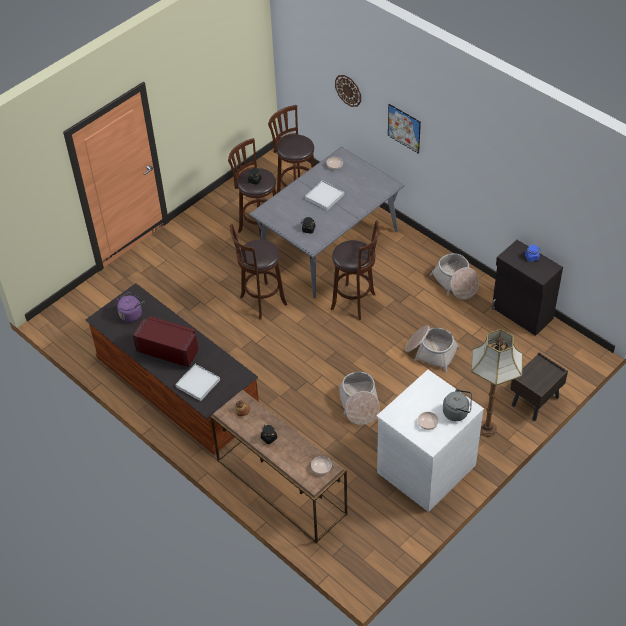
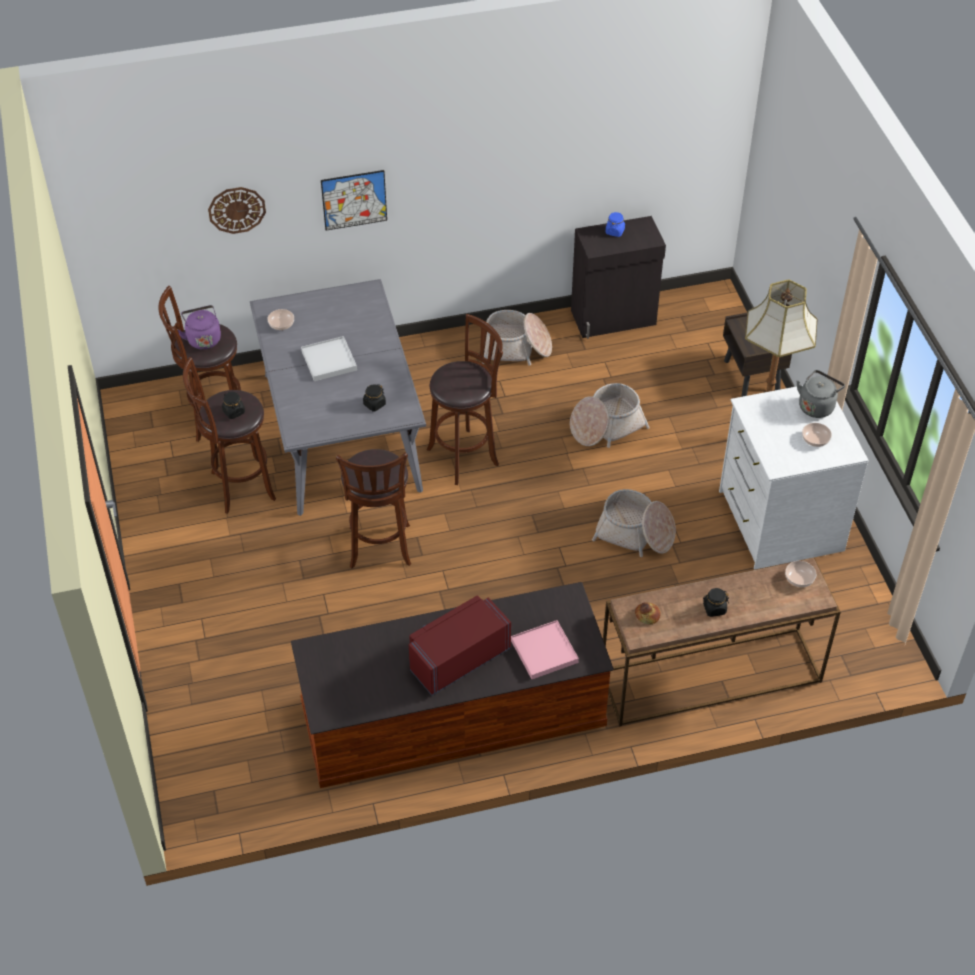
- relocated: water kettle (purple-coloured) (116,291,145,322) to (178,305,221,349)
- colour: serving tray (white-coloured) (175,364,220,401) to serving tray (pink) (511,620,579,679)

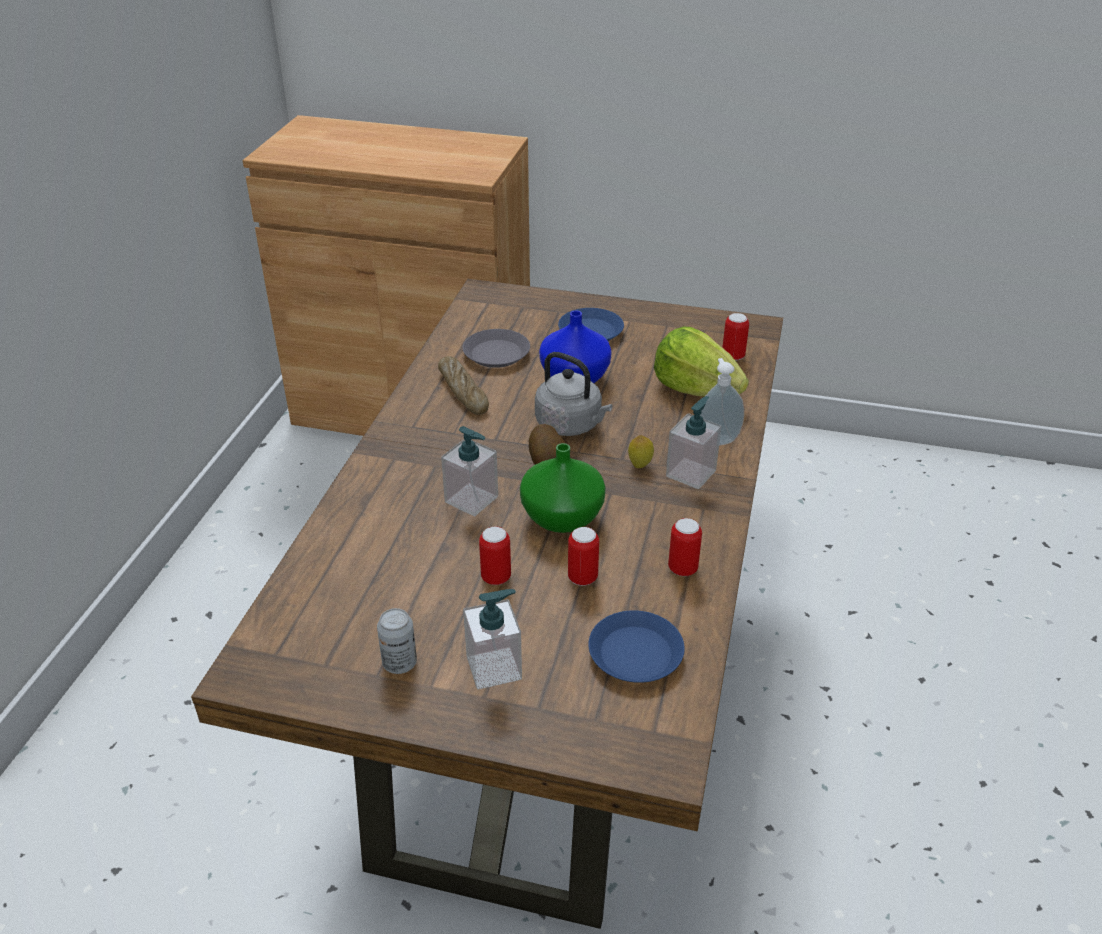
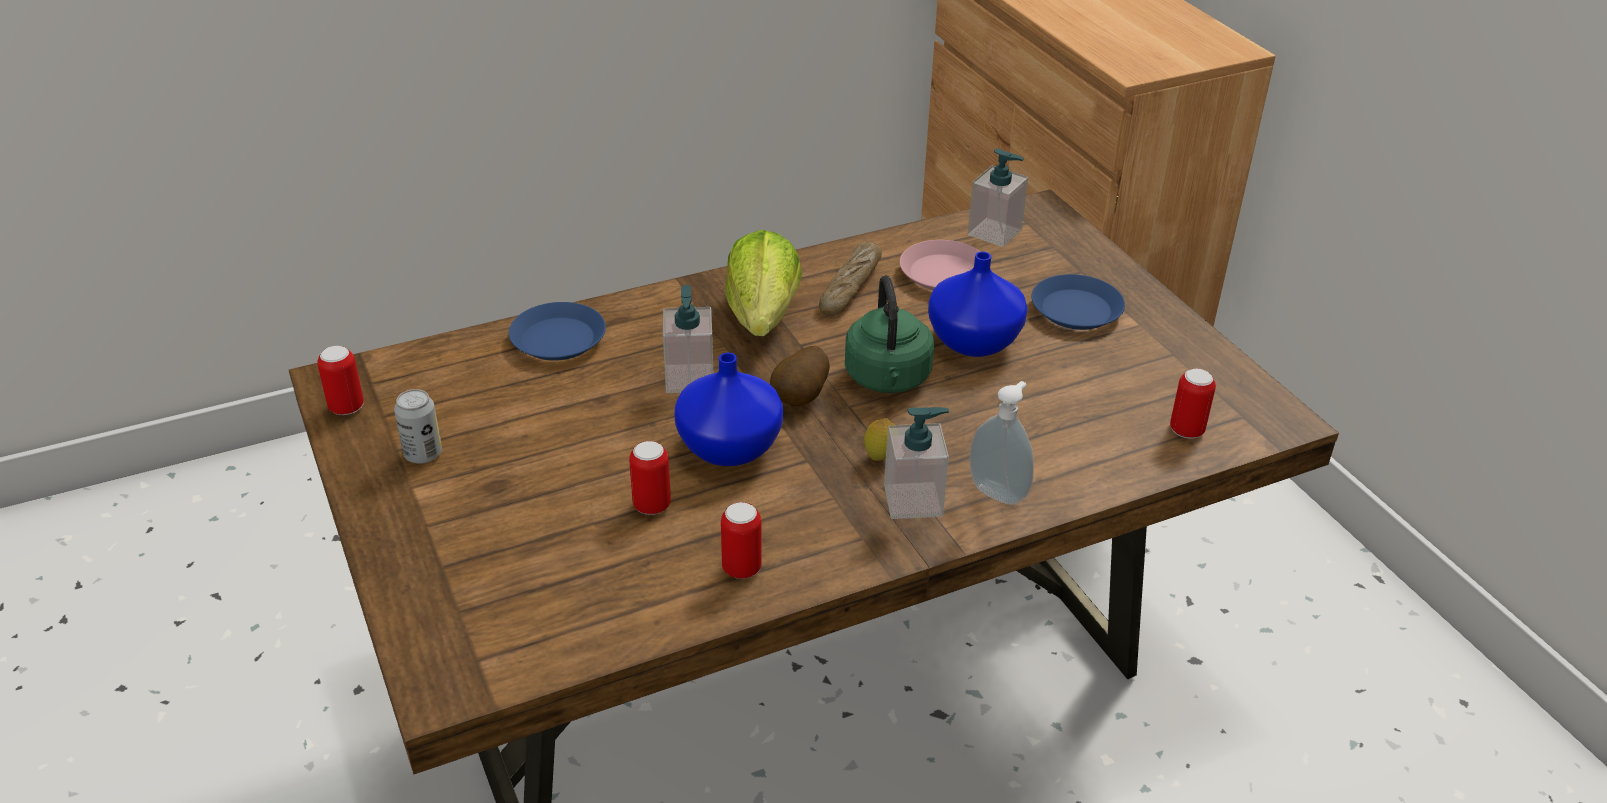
- relocated: metal can (479,526,511,585) to (317,346,364,415)
- relocated: plate (bluish) (588,610,685,683) to (509,302,606,361)
- colour: vase (greenish) (520,443,606,533) to vase (bluish) (674,353,783,466)
- relocated: head of lettuce (654,327,749,396) to (725,230,802,336)
- colour: water kettle (greyish) (535,352,612,436) to water kettle (greenish) (845,275,934,393)
- colour: plate (greyish) (462,329,530,368) to plate (pink) (900,240,980,290)
- relocated: liquid soap bottle (463,589,522,690) to (967,148,1028,247)

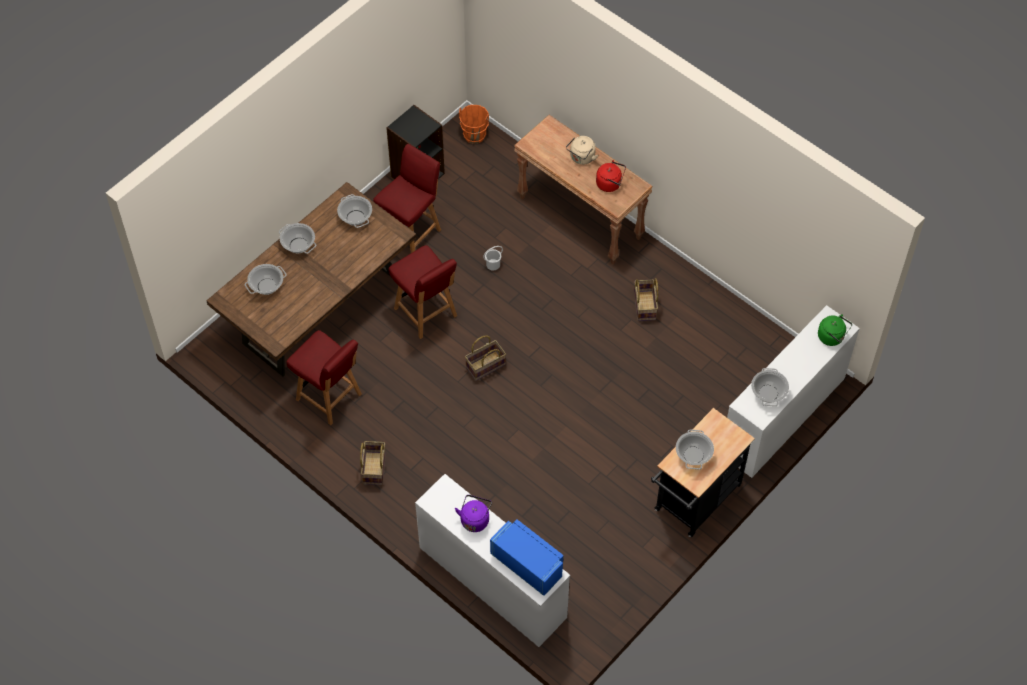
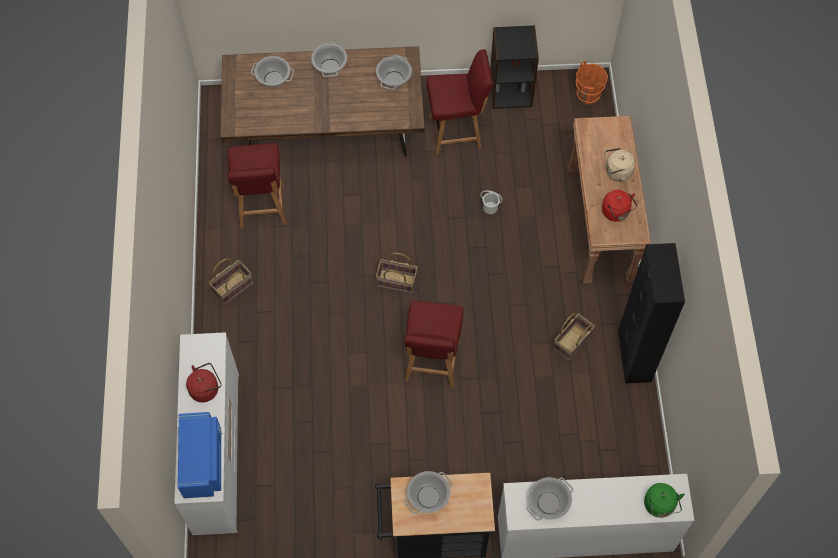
- colour: water kettle (purple-coloured) (455,495,492,532) to water kettle (red-coloured) (186,363,221,402)
- relocated: upright chair (red-coloured) (388,245,457,339) to (404,300,463,388)
- appeared: storage cabinet (black-coloured) (618,243,685,384)

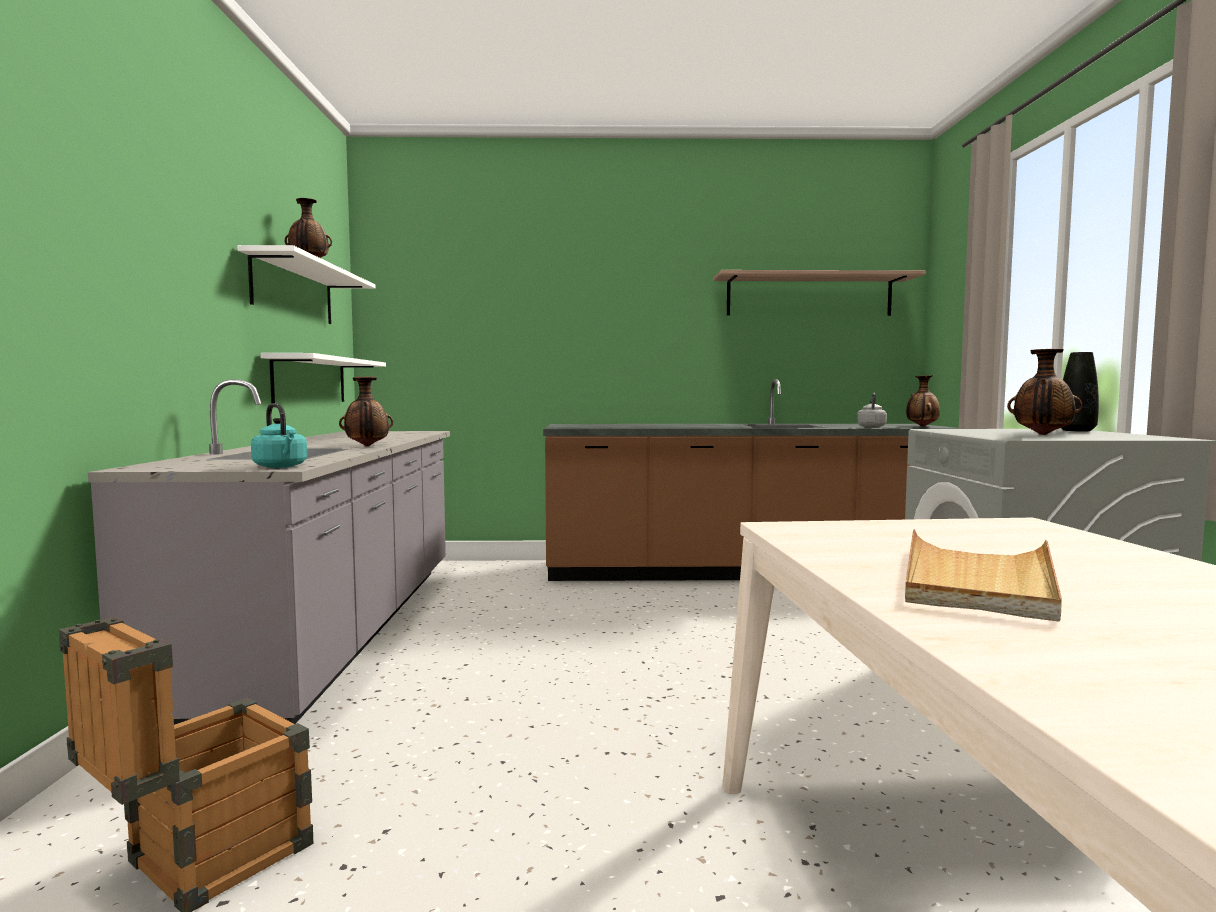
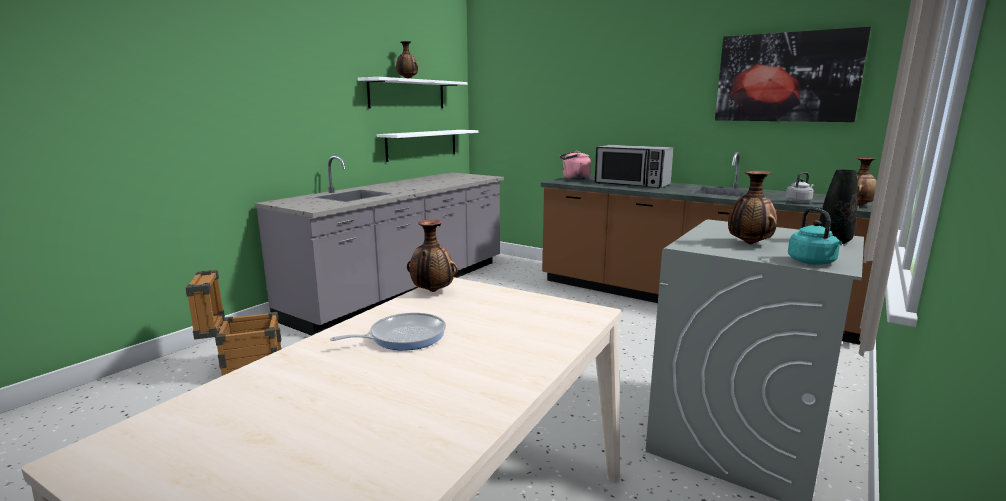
- exchanged: serving tray (beige) (905,529,1062,622) to skillet (330,313,446,350)
- relocated: vase (339,377,393,446) to (407,219,458,292)
- appeared: water kettle (pink) (560,151,591,180)
- appeared: microwave (595,145,674,188)
- exchanged: bracket shelf (713,270,926,316) to picture (715,26,871,122)
- relocated: water kettle (blue-green) (251,403,307,468) to (788,207,842,265)

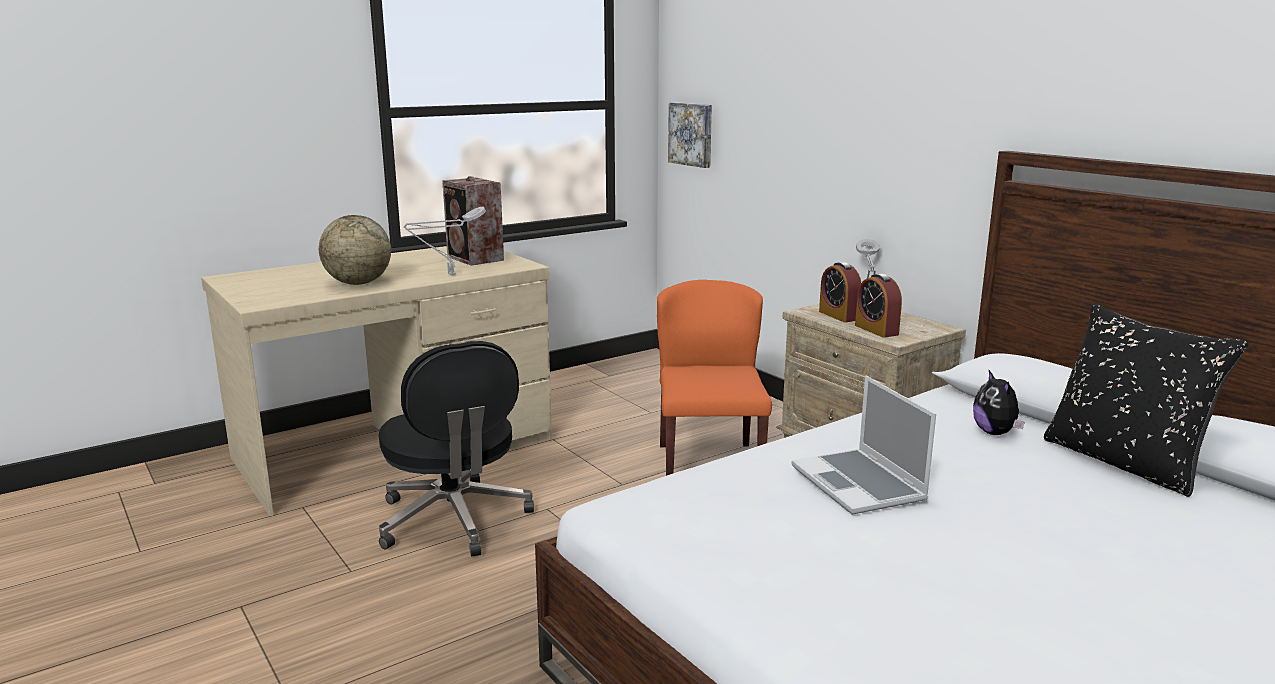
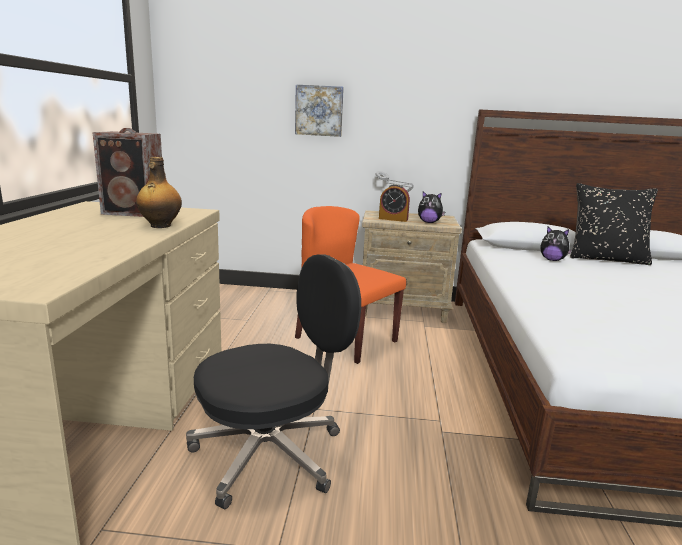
- exchanged: tabletop lamp (greyish) (404,207,486,276) to beverage bottle (136,157,182,228)
- spun: desk chair (black-coloured) (379,341,534,557) = (186,254,361,509) 45 degrees counterclockwise
- relocated: picture (668,102,712,168) to (295,85,344,137)
- exchanged: bedside clock (855,274,902,338) to plush toy (418,191,445,223)
- missing: globe (319,215,391,285)
- missing: laptop (792,376,936,515)

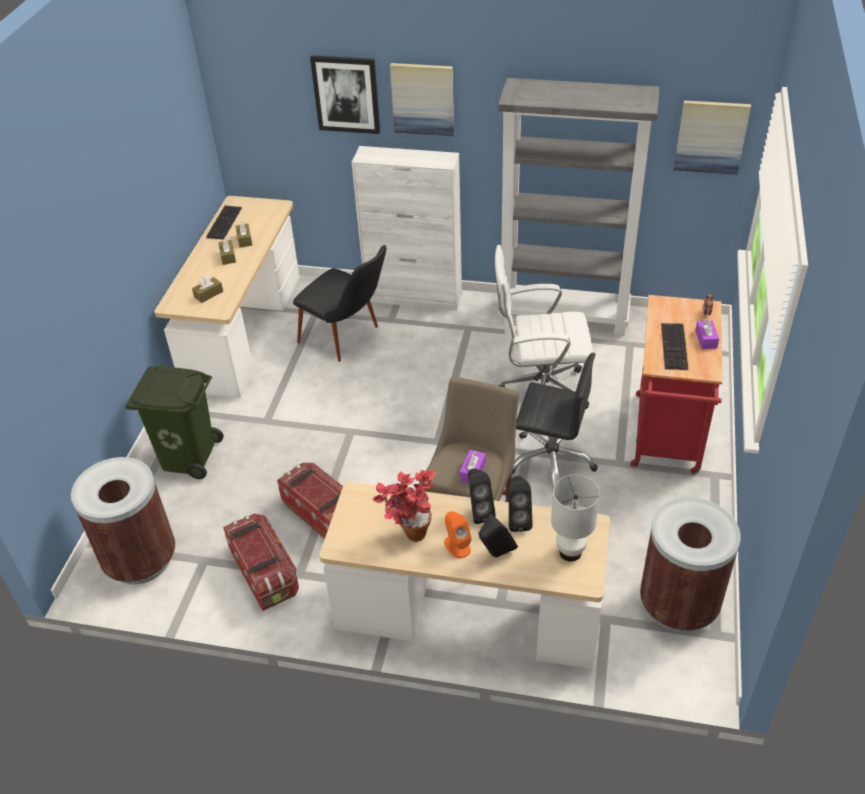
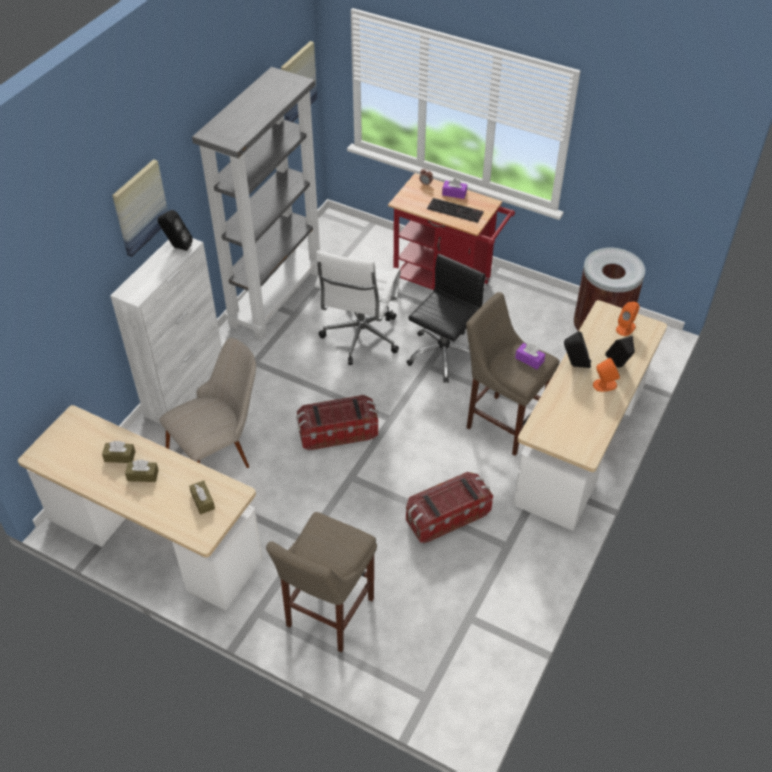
- relocated: loudspeaker (black-coloured) (509,476,533,532) to (158,210,193,251)
- colour: upright chair (black-coloured) (293,245,386,362) to upright chair (beige) (160,338,256,468)
- exchanged: rubbish bin (greenish) (125,366,224,479) to stool (beige) (266,512,377,652)
- relocated: storage bin (223,513,299,611) to (296,395,378,451)
- exchanged: tabletop lamp (white-coloured) (551,475,600,561) to loudspeaker (orangey) (616,302,639,336)
- missing: rubbish bin (brown) (71,457,176,585)
- missing: keyboard (206,205,242,240)
- missing: picture (310,55,380,134)
- missing: houseplant (373,470,436,542)

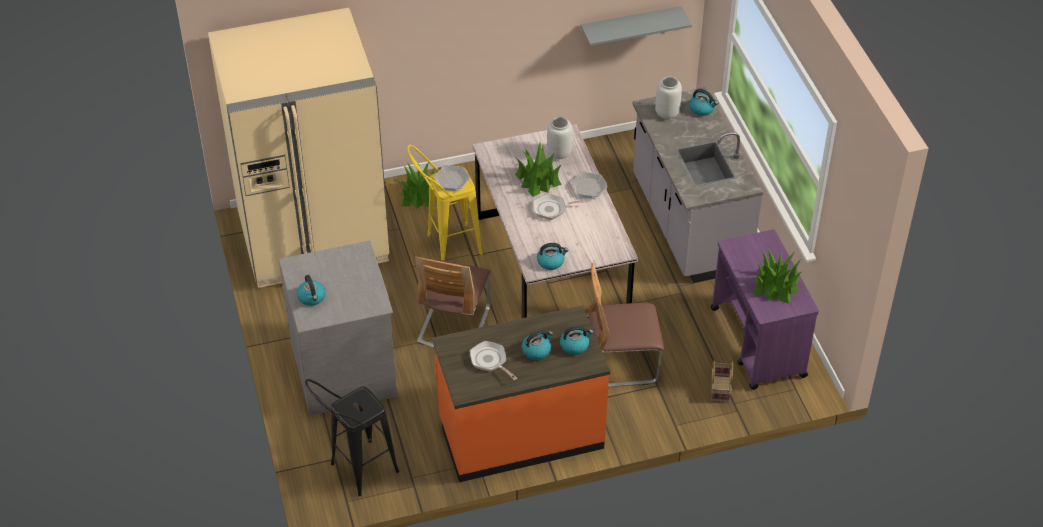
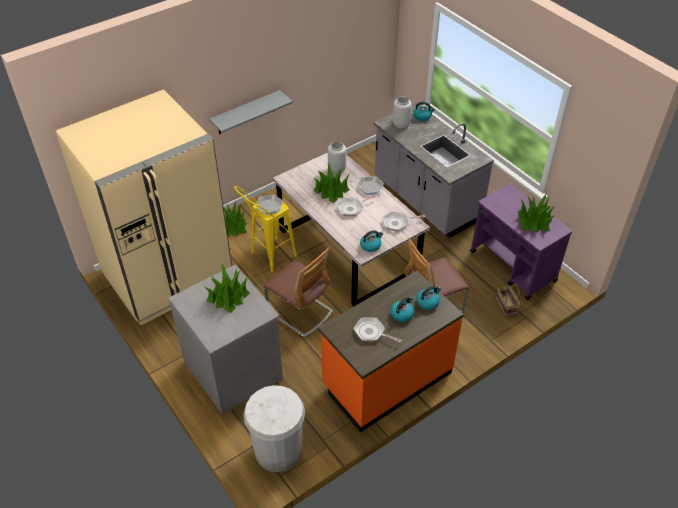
- appeared: houseplant (205,264,250,313)
- relocated: bracket shelf (greyish) (580,6,692,46) to (209,90,293,134)
- exchanged: stool (black-coloured) (305,379,399,496) to rubbish bin (white-coloured) (243,385,305,472)
- spun: upright chair (415,256,491,348) = (263,248,333,338) 45 degrees counterclockwise
- appeared: skillet (382,212,425,232)
- missing: water kettle (297,275,326,306)

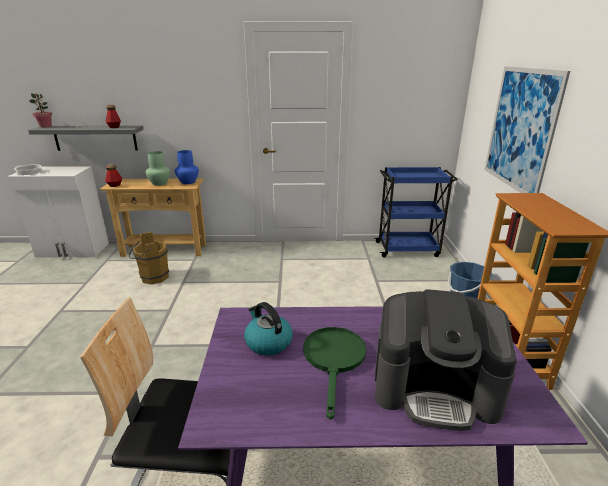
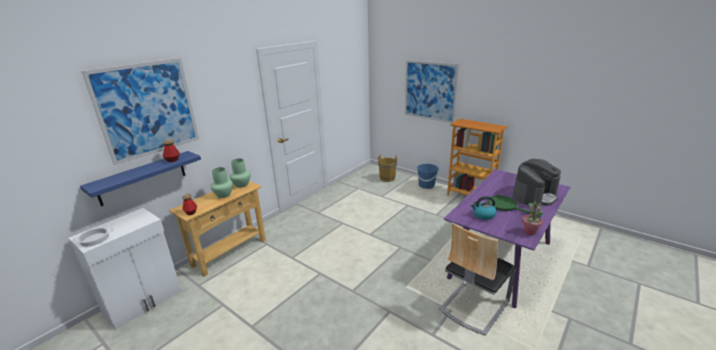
- colour: bracket shelf (greyish) (28,125,143,151) to bracket shelf (bluish) (80,151,201,206)
- appeared: picture (82,58,199,165)
- colour: vase (bluish) (175,150,199,184) to vase (greenish) (230,158,251,188)
- relocated: bucket (brown) (129,232,169,284) to (378,154,398,182)
- relocated: houseplant (29,93,52,128) to (522,201,544,235)
- missing: wheeled cart (bluish) (374,167,458,258)

